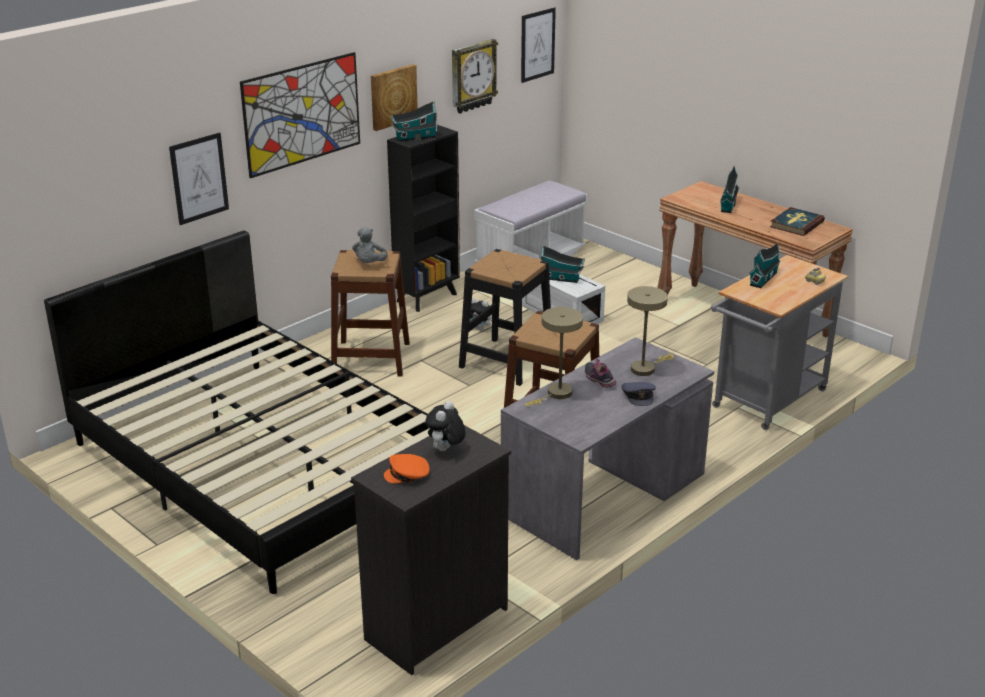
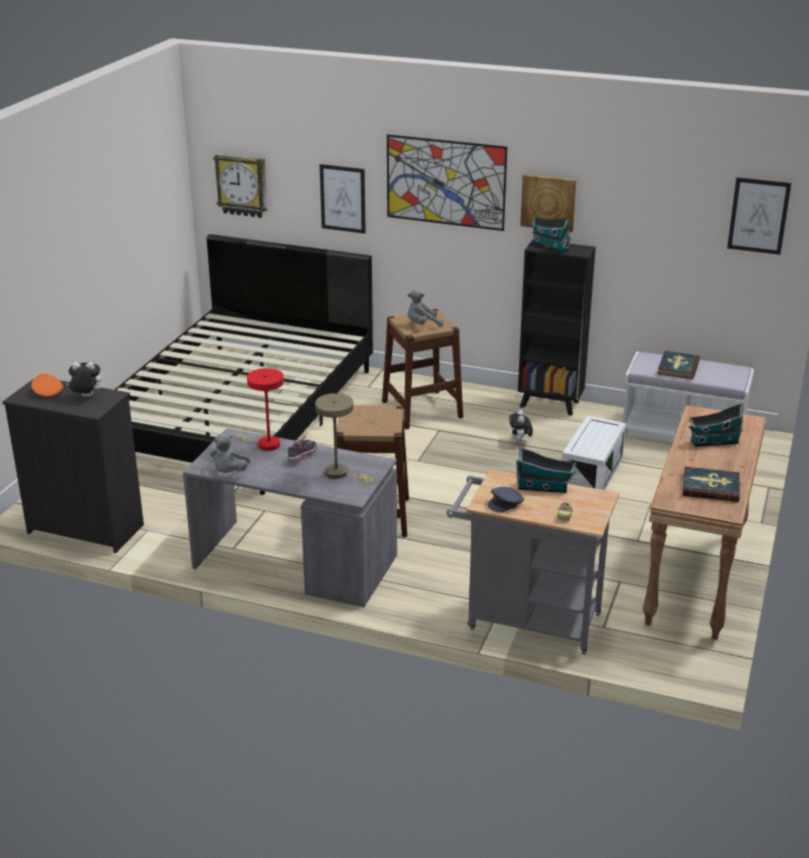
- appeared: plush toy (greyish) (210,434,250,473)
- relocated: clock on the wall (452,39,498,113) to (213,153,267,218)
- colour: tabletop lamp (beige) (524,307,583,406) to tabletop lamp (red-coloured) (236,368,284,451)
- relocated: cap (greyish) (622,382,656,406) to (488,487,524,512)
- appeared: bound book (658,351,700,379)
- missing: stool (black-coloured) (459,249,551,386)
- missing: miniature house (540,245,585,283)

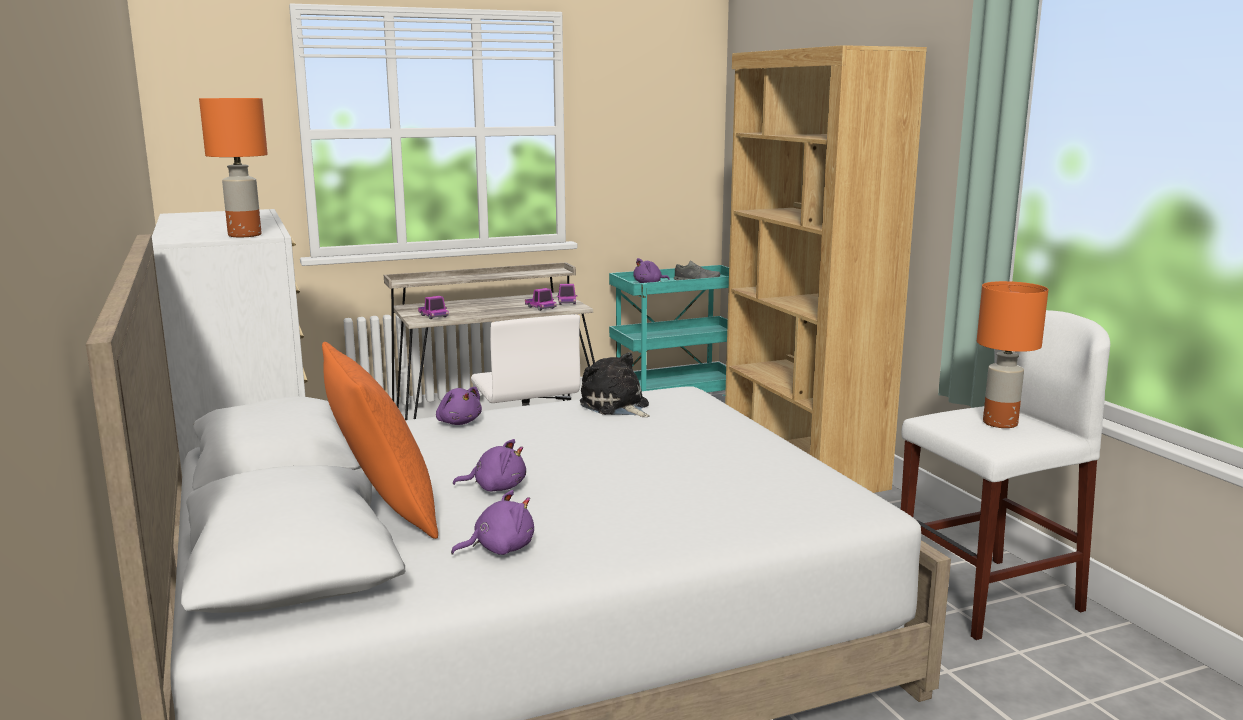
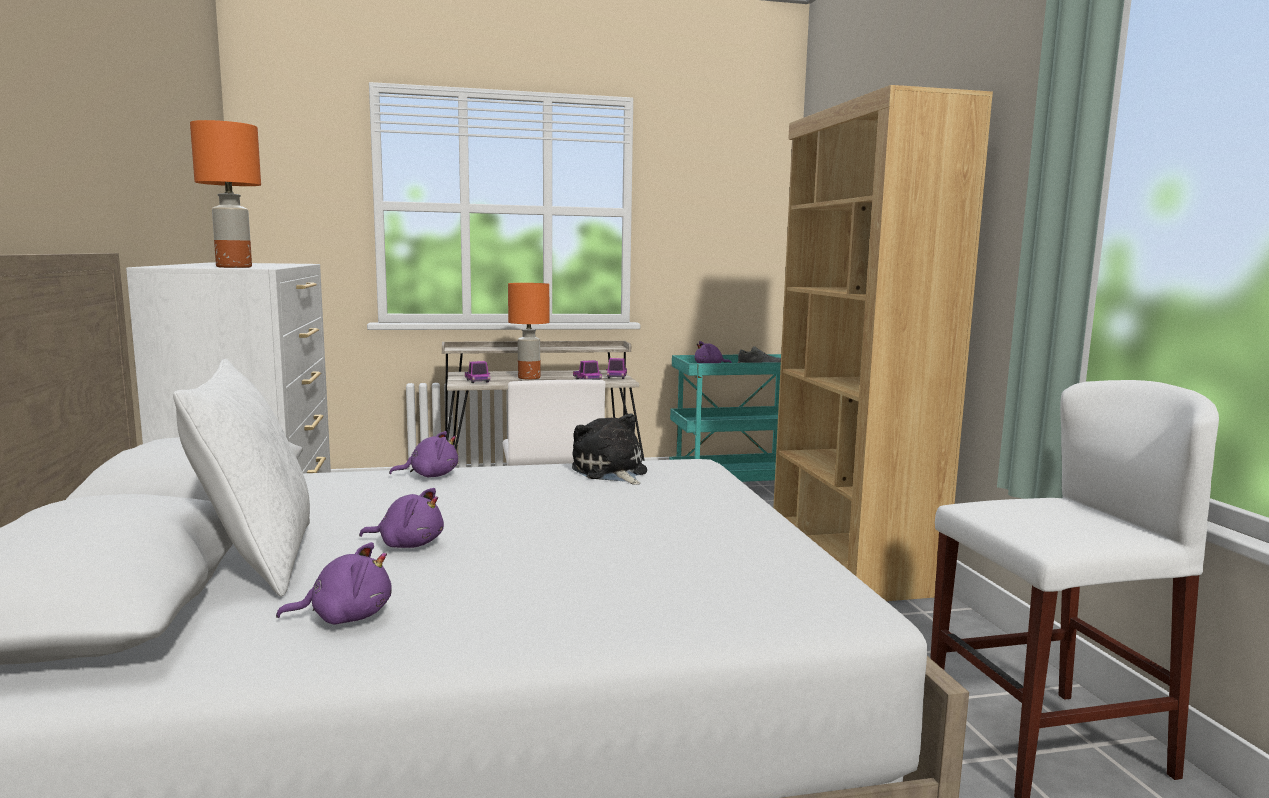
- colour: pillow (orangey) (322,342,438,539) to pillow (white-coloured) (173,359,310,597)
- spun: plush toy (purple-coloured) (436,387,482,425) = (389,431,458,477) 75 degrees counterclockwise
- relocated: tabletop lamp (orangey) (977,281,1048,428) to (508,283,549,380)

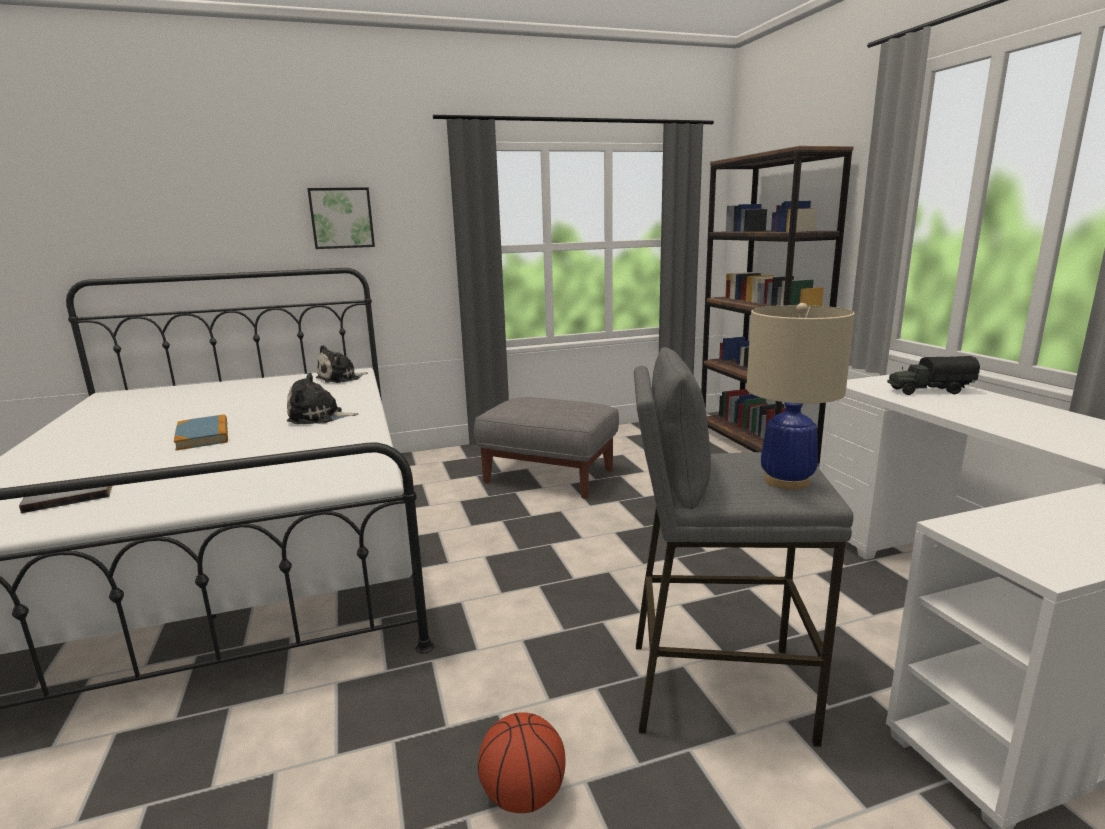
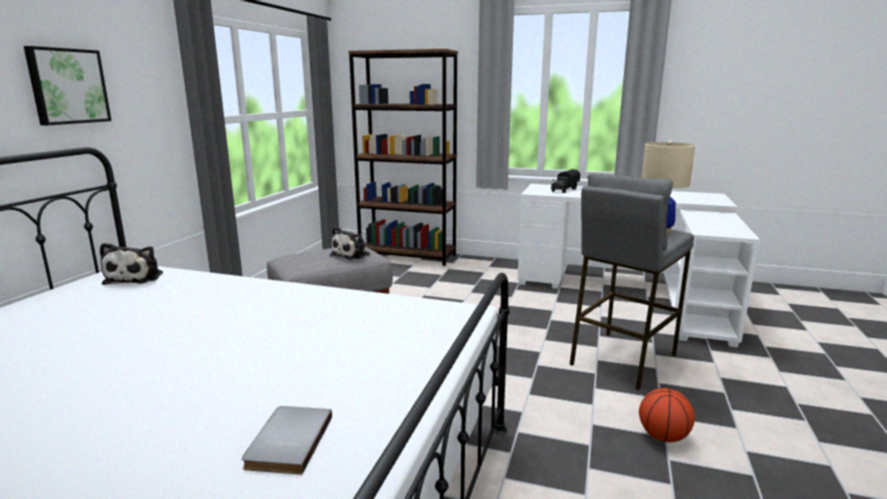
- relocated: plush toy (287,373,359,424) to (330,226,370,260)
- missing: bound book (174,414,228,451)

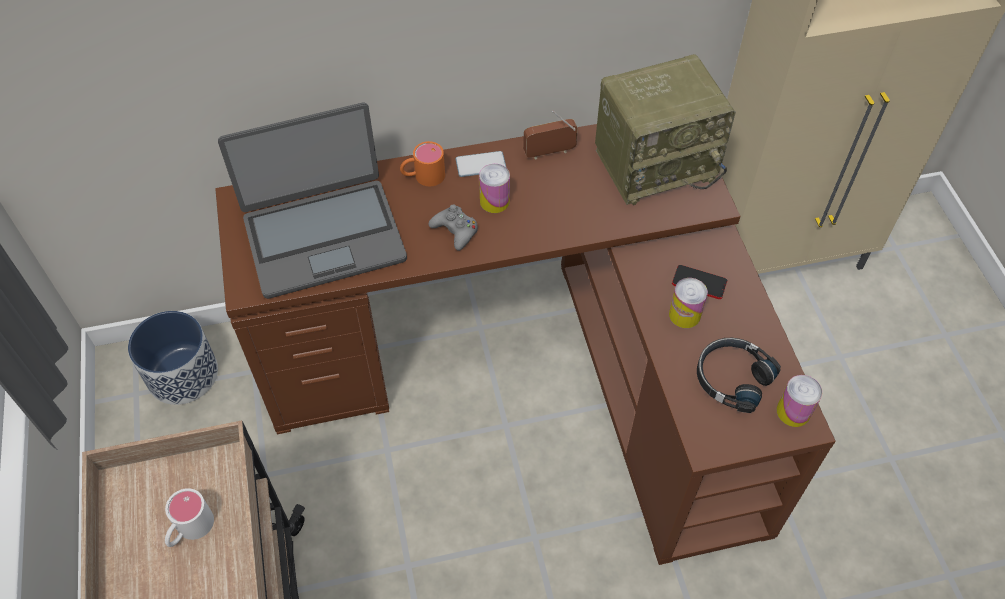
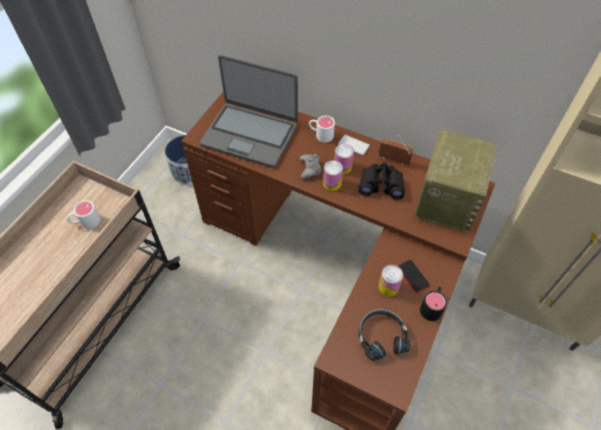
- colour: coffee mug (orangey) (400,141,445,186) to coffee mug (white-coloured) (309,116,335,142)
- relocated: metal can (777,375,822,427) to (323,161,343,191)
- appeared: pair of binoculars (black-coloured) (359,163,405,200)
- spun: radio set (595,54,736,205) = (415,130,497,233) 90 degrees counterclockwise
- appeared: coffee mug (black-coloured) (420,287,447,321)

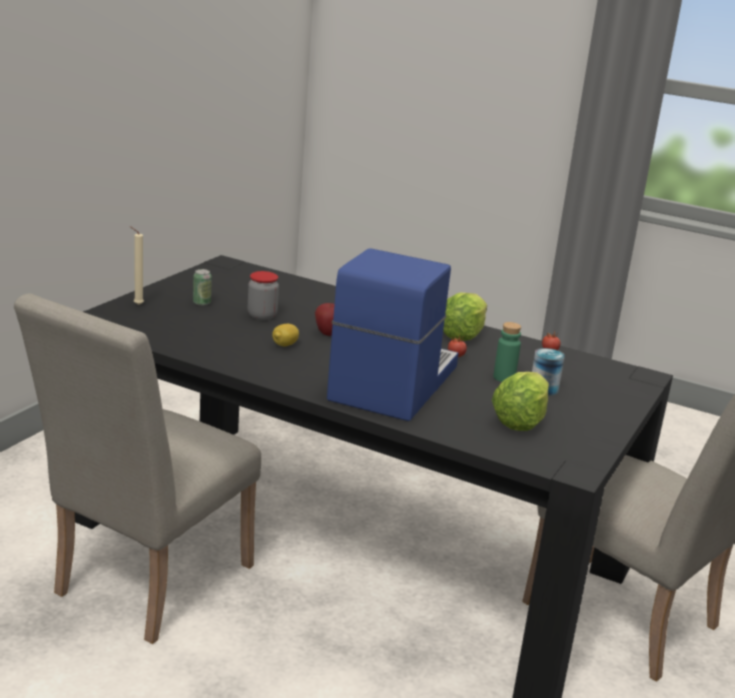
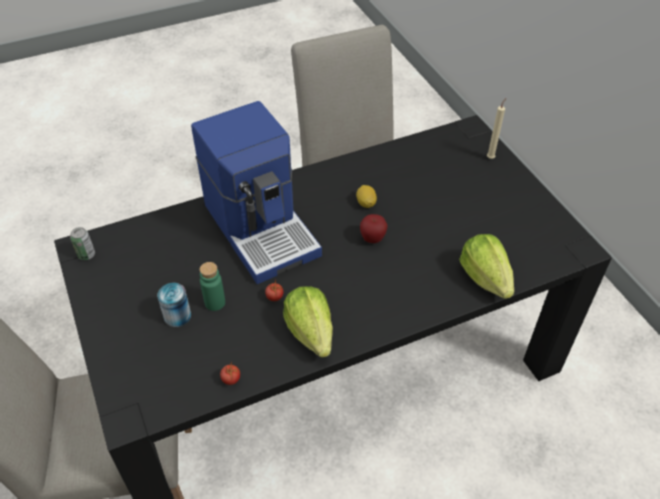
- relocated: metal can (193,269,212,306) to (70,227,95,260)
- relocated: head of lettuce (492,372,549,431) to (459,234,514,299)
- missing: storage jar (248,271,279,320)

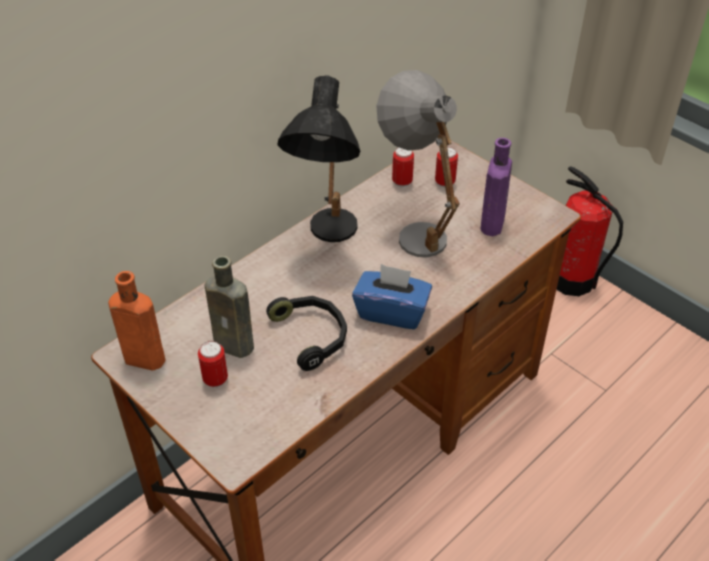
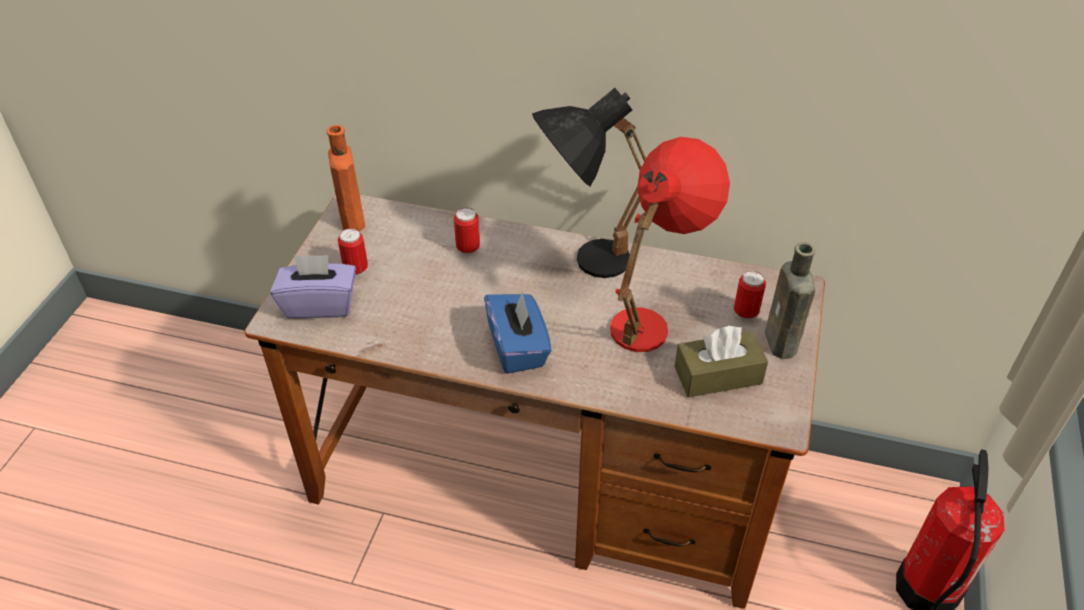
- appeared: box of tissues (purple-coloured) (270,255,356,319)
- relocated: metal can (392,147,414,187) to (454,208,480,255)
- colour: tabletop lamp (greyish) (376,70,460,258) to tabletop lamp (red-coloured) (610,137,730,352)
- exchanged: beverage bottle (purple-coloured) (481,138,512,236) to box of tissues (brown) (674,326,768,397)
- relocated: beverage bottle (brown) (205,256,254,358) to (765,242,816,359)
- missing: pair of headphones (black-coloured) (266,296,347,371)

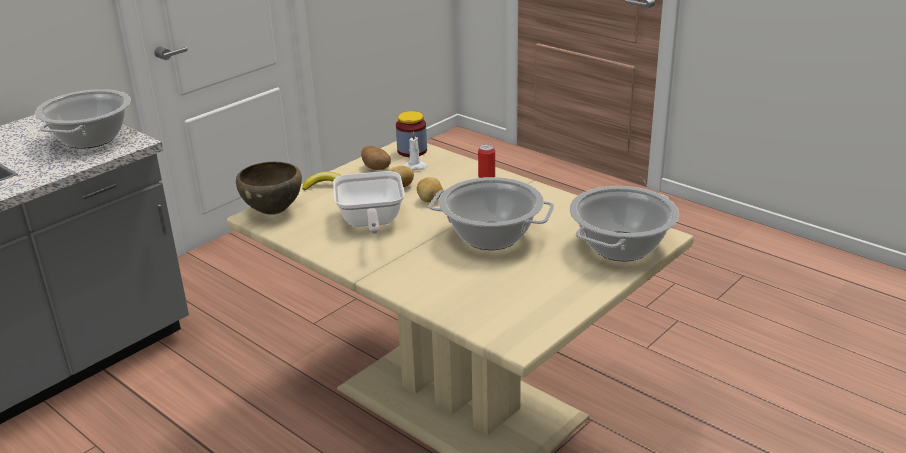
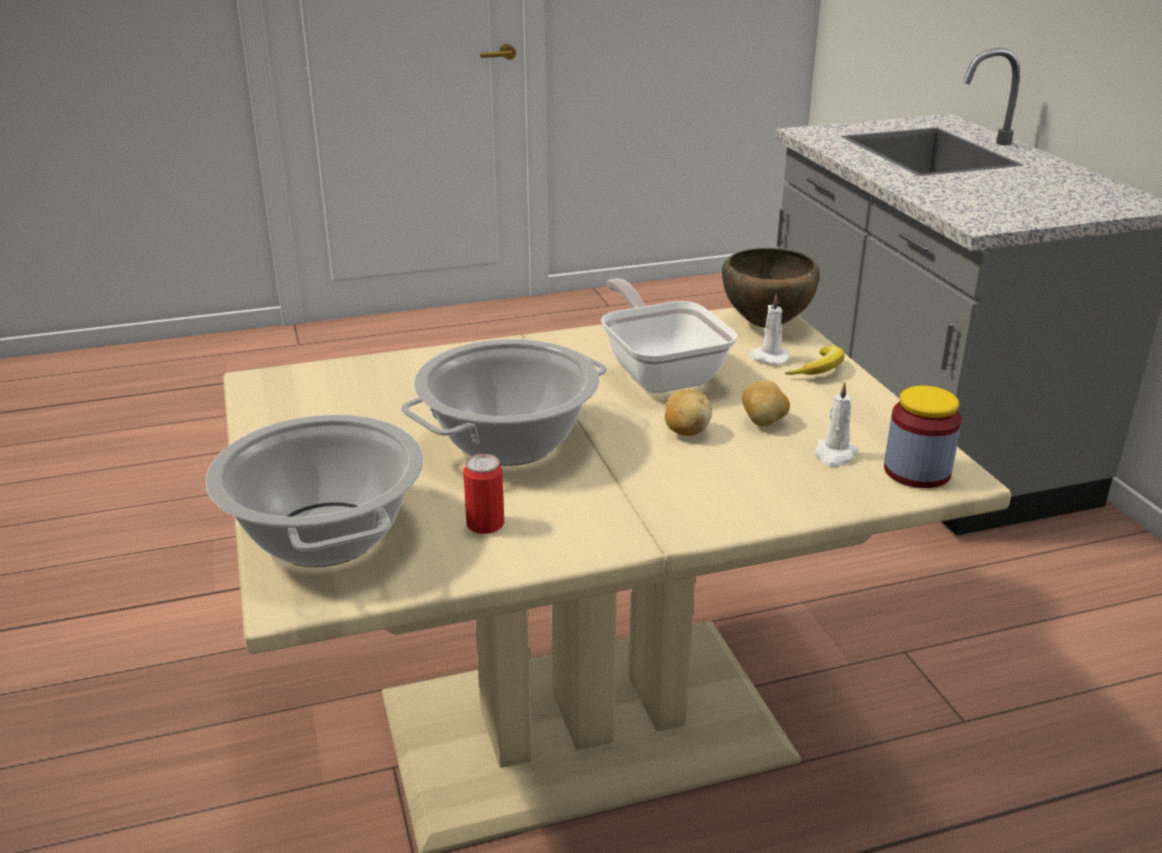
- relocated: metal can (478,144,495,178) to (463,454,504,534)
- spun: skillet (333,171,405,234) = (601,278,737,393) 45 degrees clockwise
- appeared: wax candle (white-coloured) (749,294,791,365)
- missing: stockpot (35,89,131,149)
- missing: potato (361,145,391,170)

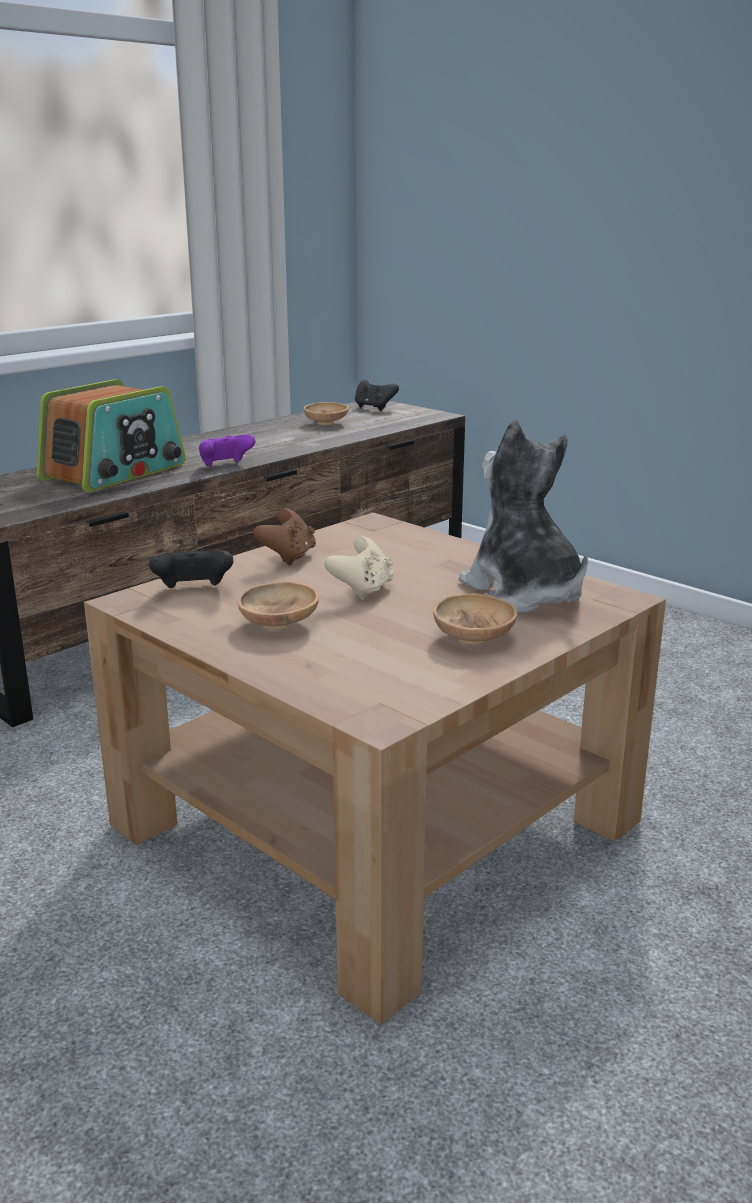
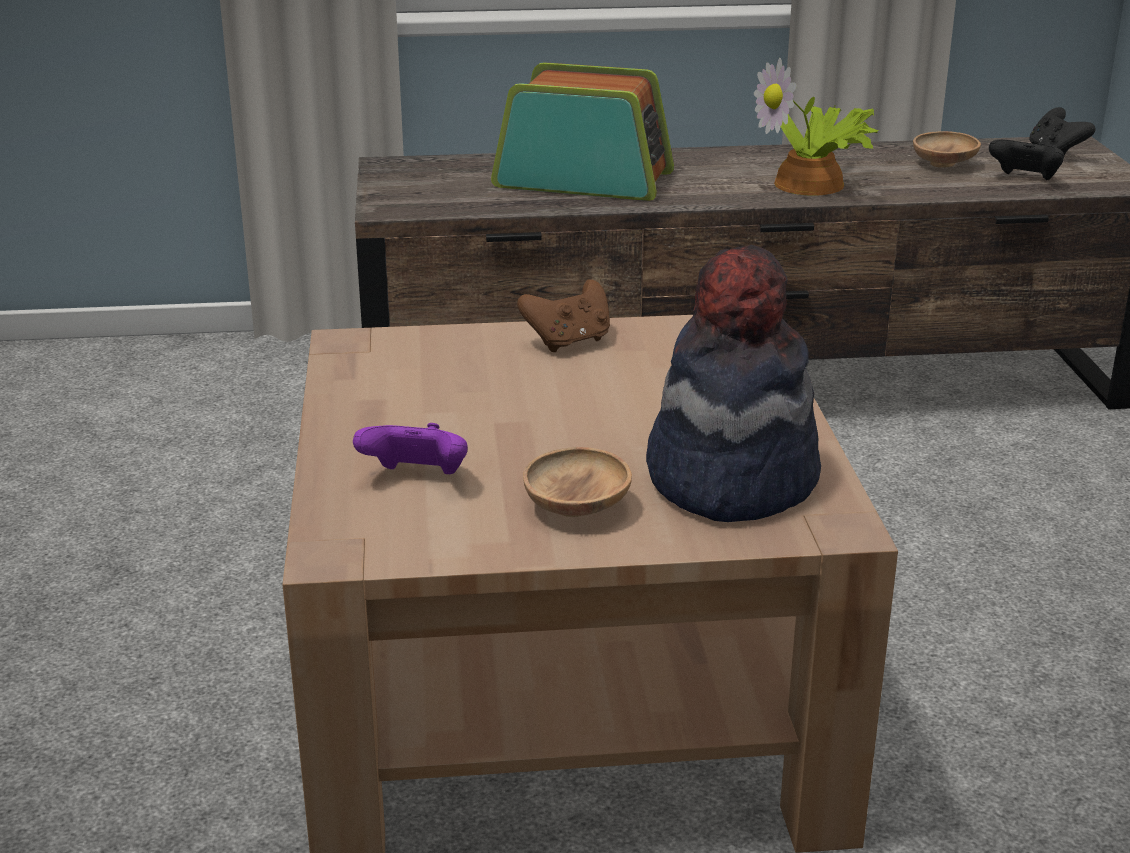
- relocated: game controller (purple-coloured) (199,435,256,467) to (353,423,468,474)
- spun: radio set (36,379,186,492) = (491,62,674,201) 150 degrees counterclockwise
- exchanged: plush toy (459,419,588,614) to wearable hat (646,245,821,522)
- appeared: houseplant (754,58,878,196)
- relocated: game controller (black-coloured) (149,548,233,588) to (989,139,1064,180)
- missing: serving bowl (brown) (237,582,319,629)
- missing: game controller (beige) (324,536,394,600)

